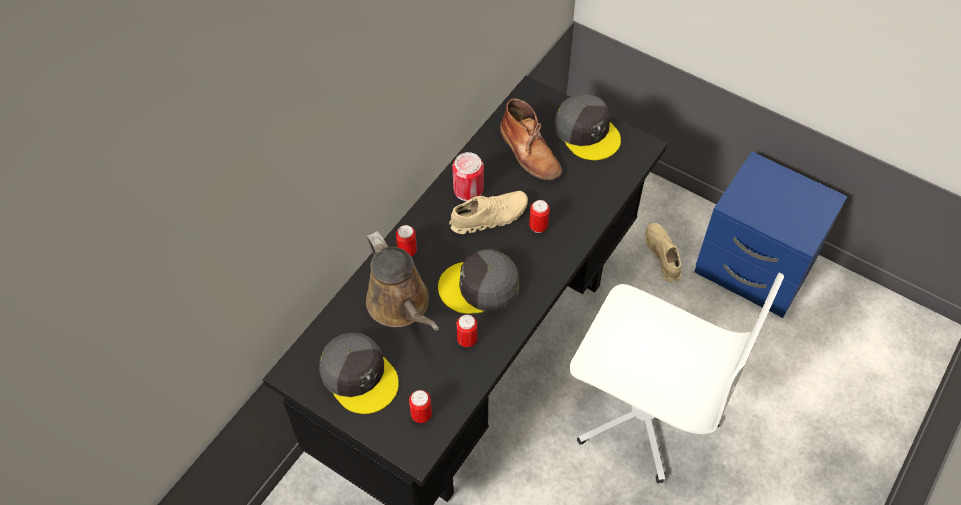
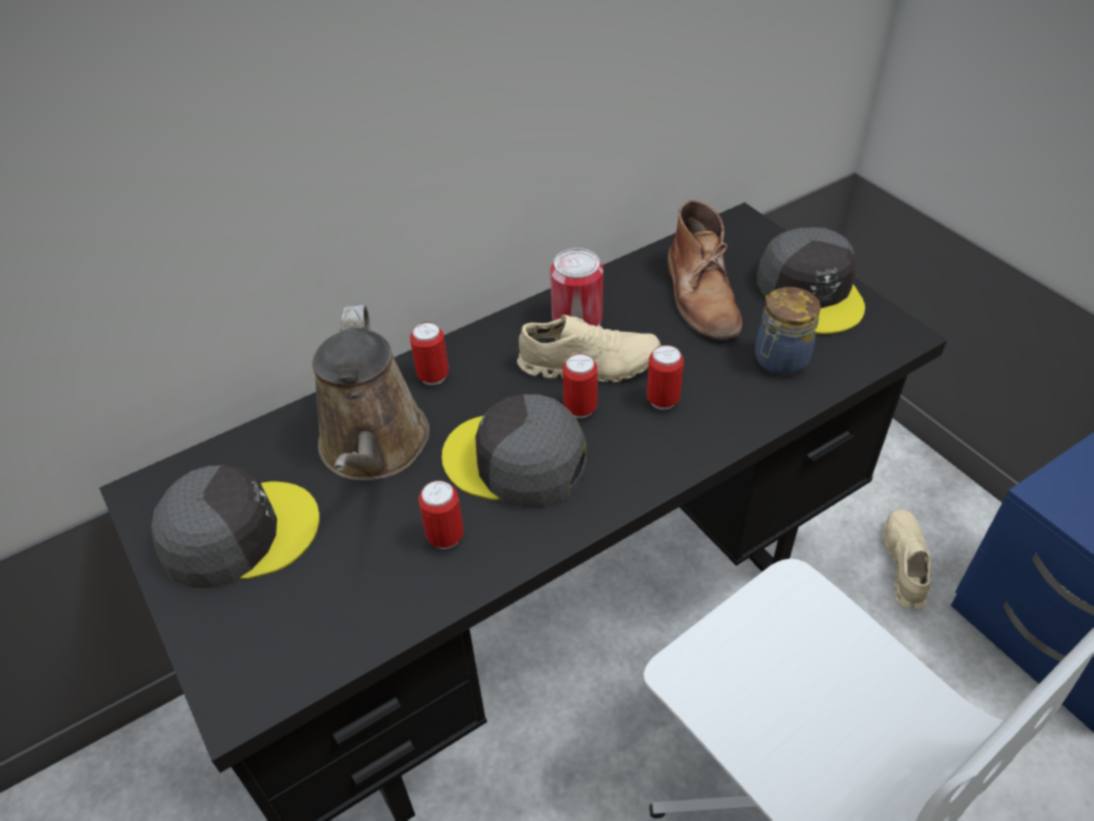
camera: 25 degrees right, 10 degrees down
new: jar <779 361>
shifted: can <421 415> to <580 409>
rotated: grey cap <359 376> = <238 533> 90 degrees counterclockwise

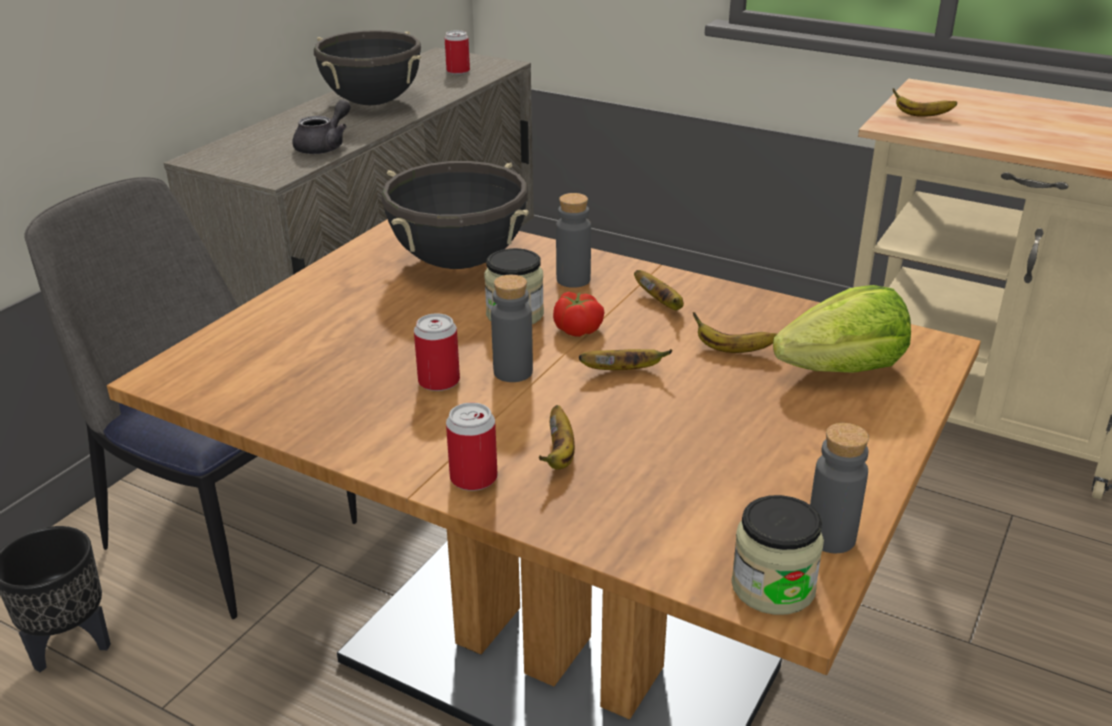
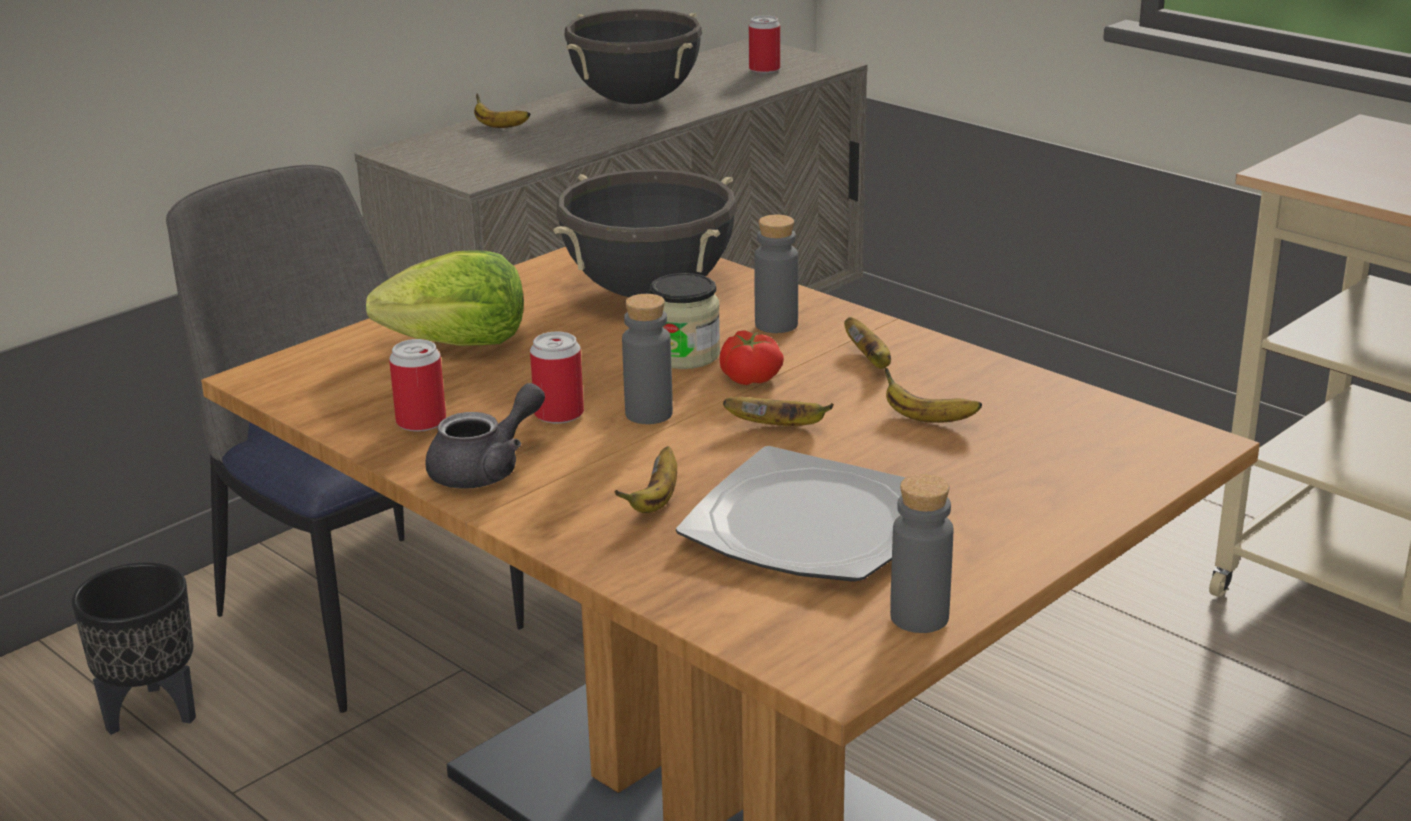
camera: 15 degrees right, 5 degrees down
gone: jar <773 587>
new: plate <807 525>
shifted: banana <921 115> to <499 126>; grey teapot <325 146> to <487 469>; lettuce <843 370> to <458 344>; can <473 478> to <421 422>

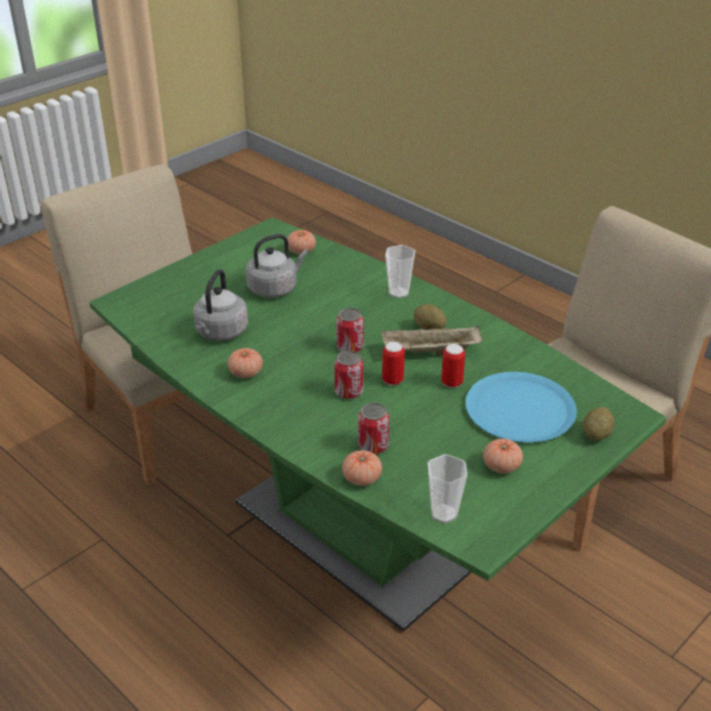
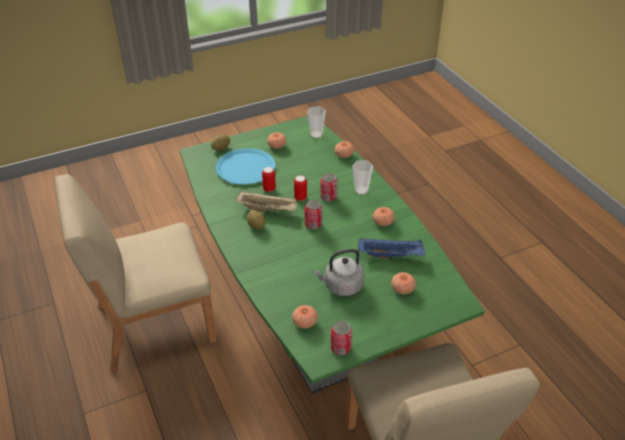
camera: 160 degrees left, 5 degrees up
new: tomato <402 289>
shifted: cup <399 293> to <361 190>; can <373 446> to <340 348>
swapped: grey kettle <220 333> to blue tray <391 255>

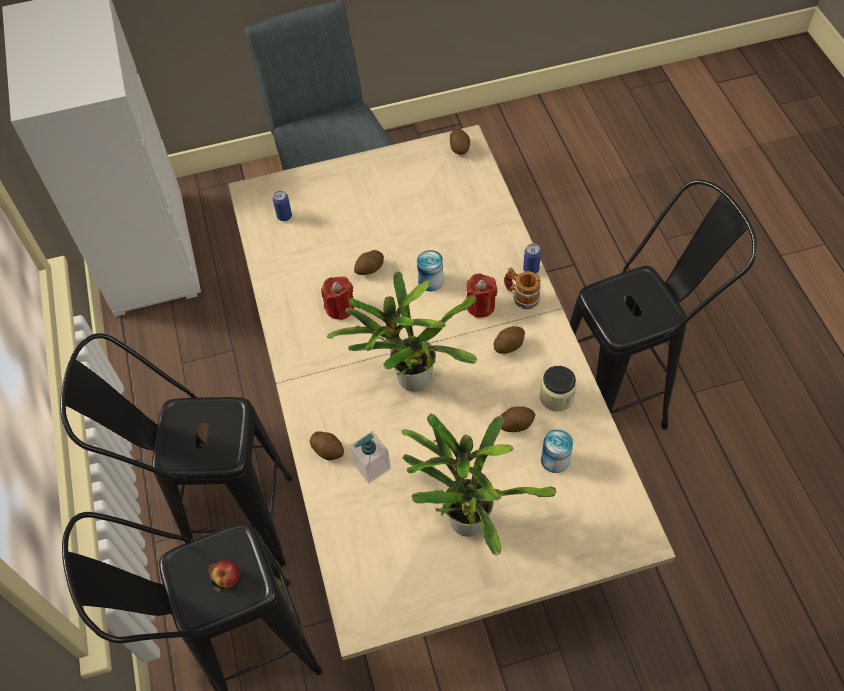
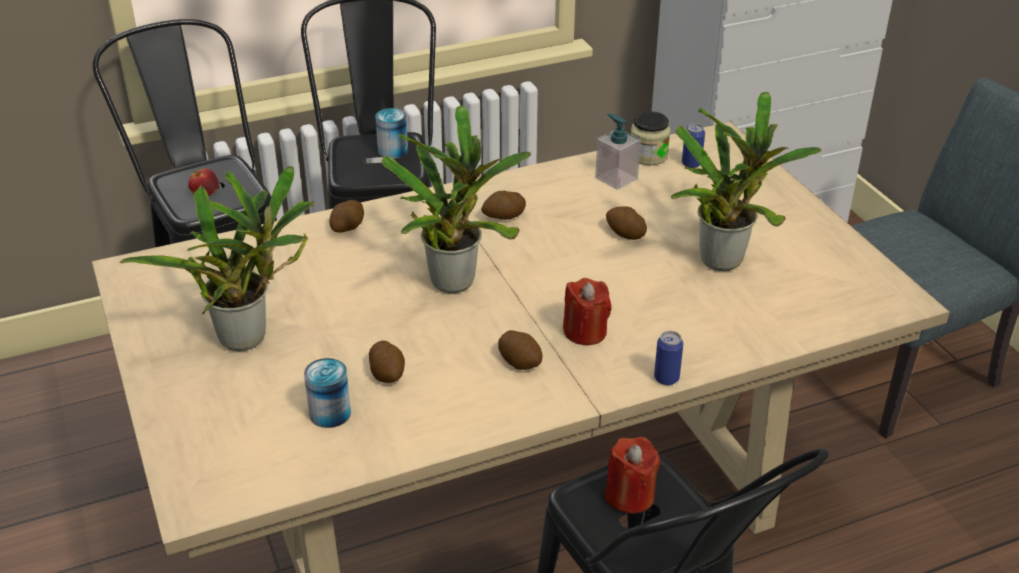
camera: 80 degrees right, 20 degrees down
gone: mug <521 296>
new: potted plant <725 258>
shifted: potato <460 148> to <503 217>; can <430 281> to <393 151>; red candle <340 308> to <630 496>; jar <556 397> to <648 156>; soap dispenser <371 466> to <616 178>

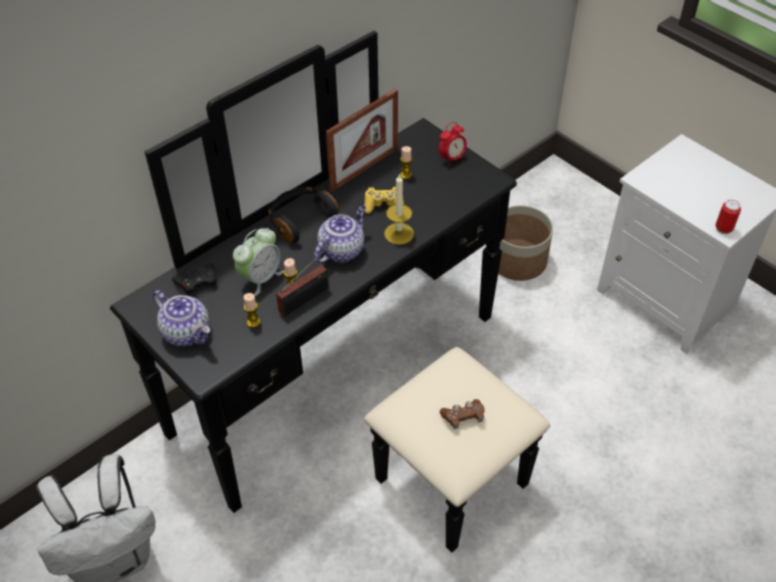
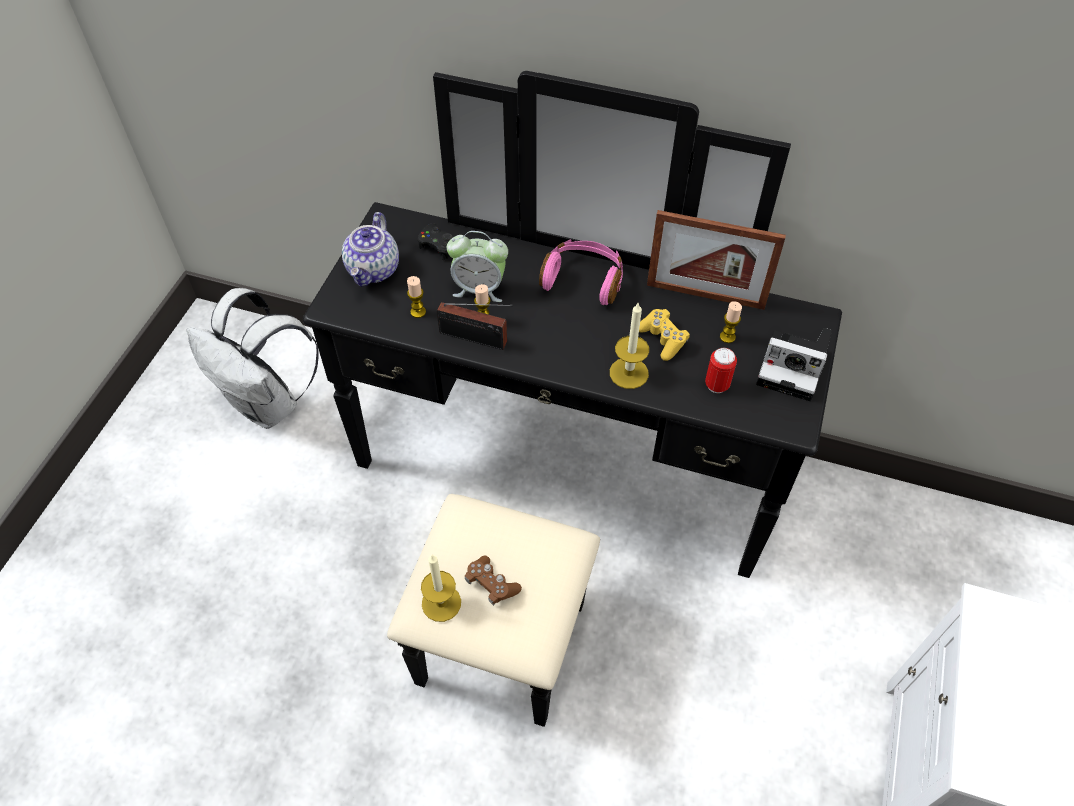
camera: 60 degrees right, 5 degrees up
gone: planter <518 260>; teapot <342 250>
new: candle <441 603>
shifted: can <723 229> to <717 385>
swapped: alarm clock <452 158> to photo camera <794 367>
repainted: black headphones <300 220> to pink headphones <583 280>

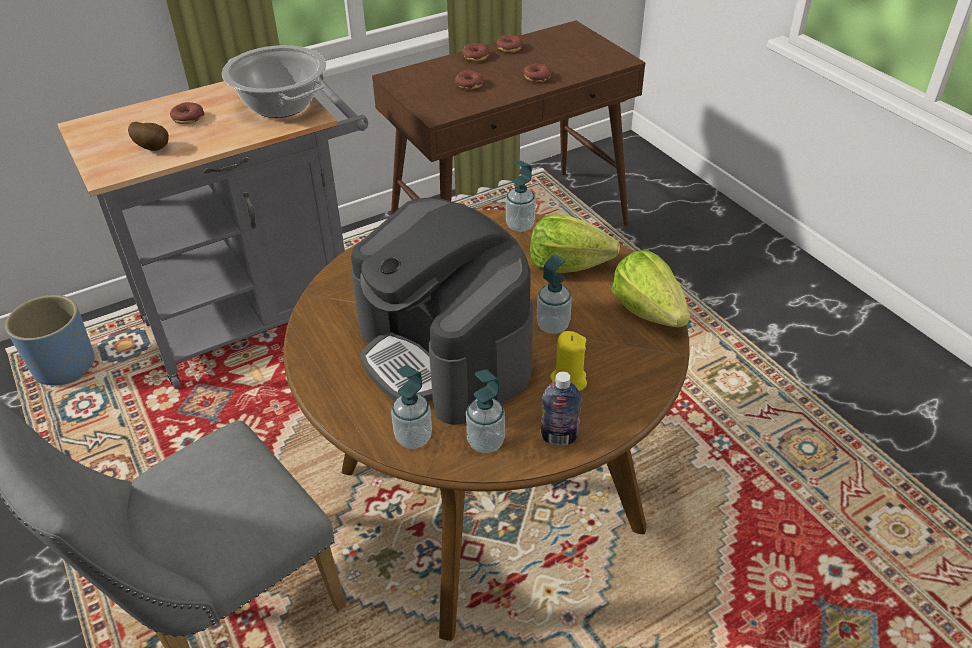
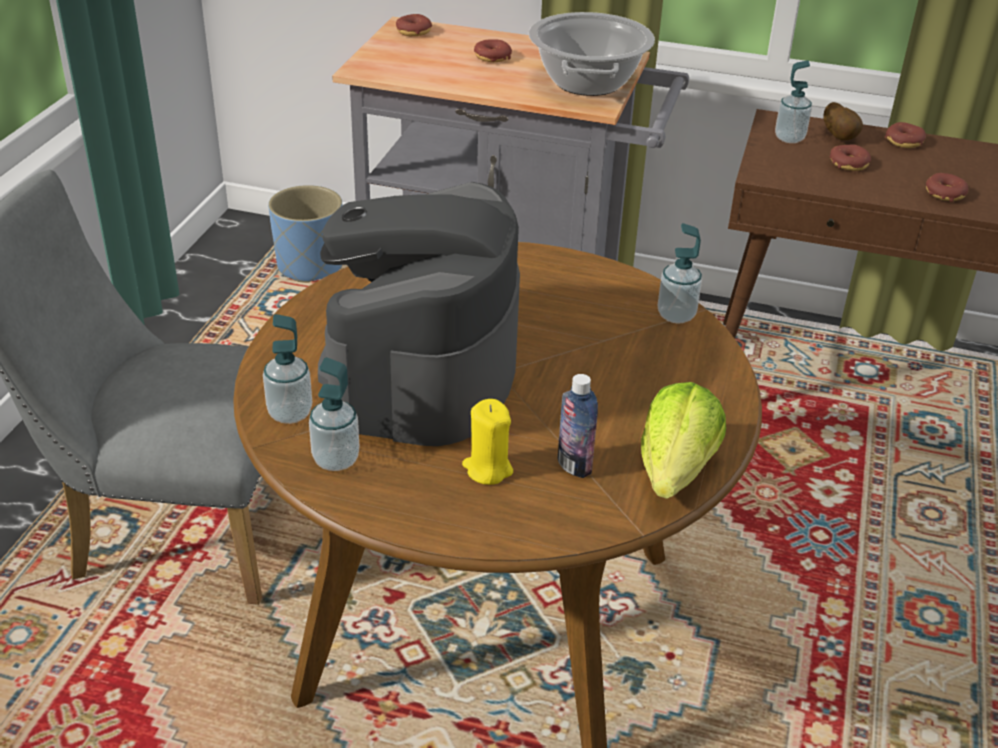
camera: 45 degrees right, 5 degrees down
gone: lettuce <567 265>
shifted: donut <509 48> to <414 31>; potato <154 148> to <840 137>; soap dispenser <553 325> to <789 138>; bottle <559 437> to <574 465>

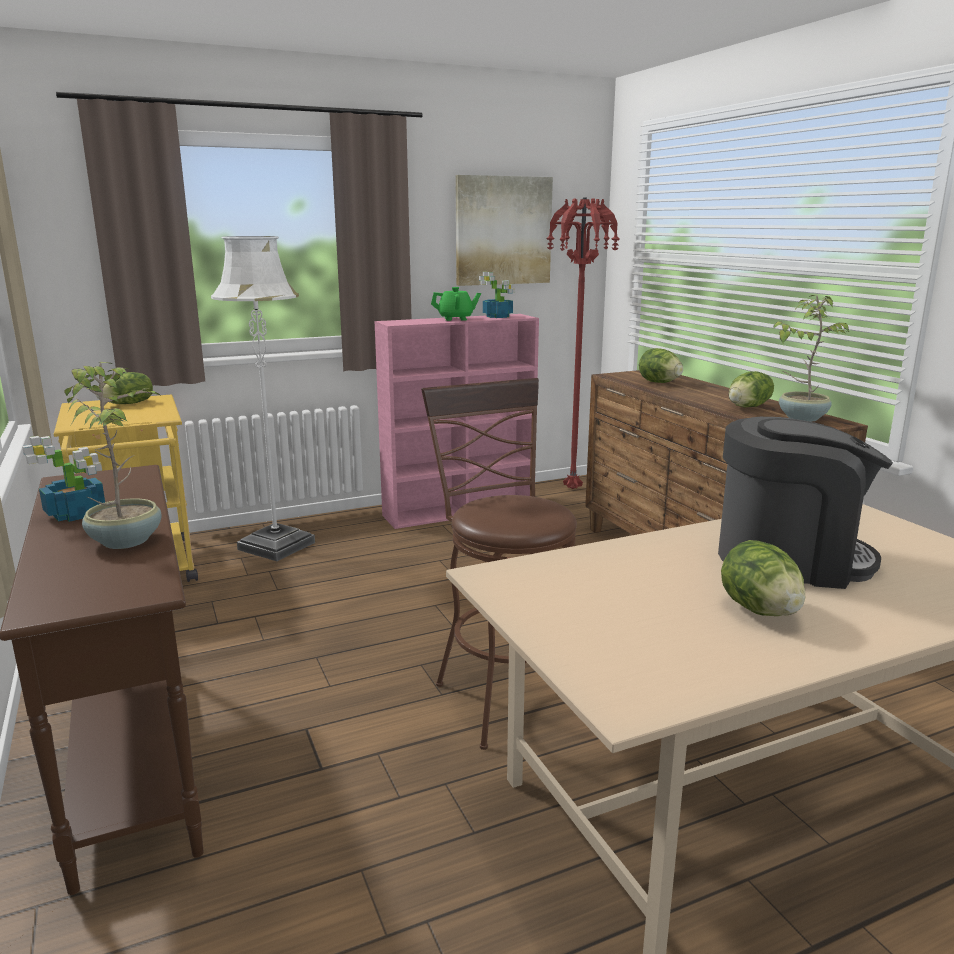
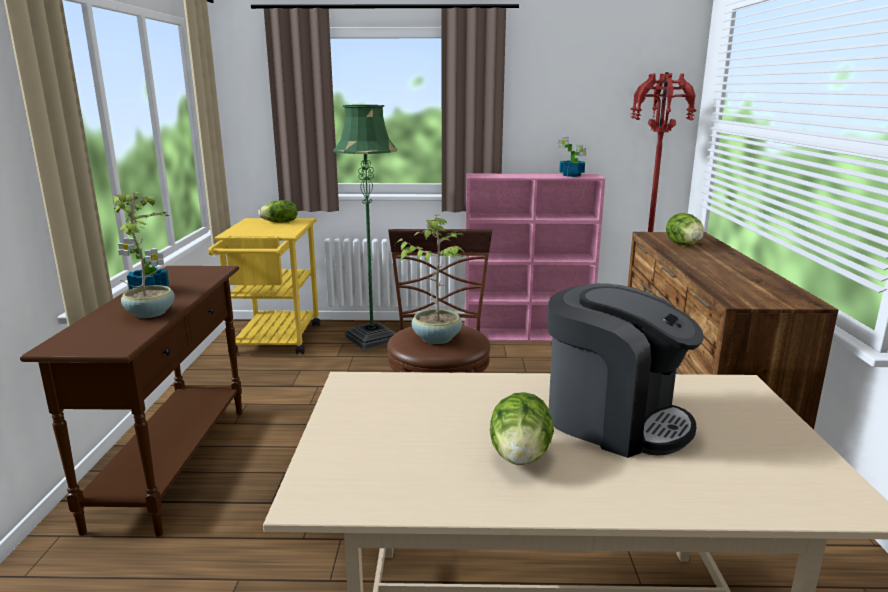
camera: 25 degrees right, 0 degrees up
gone: picture <503 231>; green teapot <456 319>; lettuce <748 407>
shifted: potted plant <801 418> to <436 338>
repainted: white floor lamp <277 546> to green floor lamp <372 339>

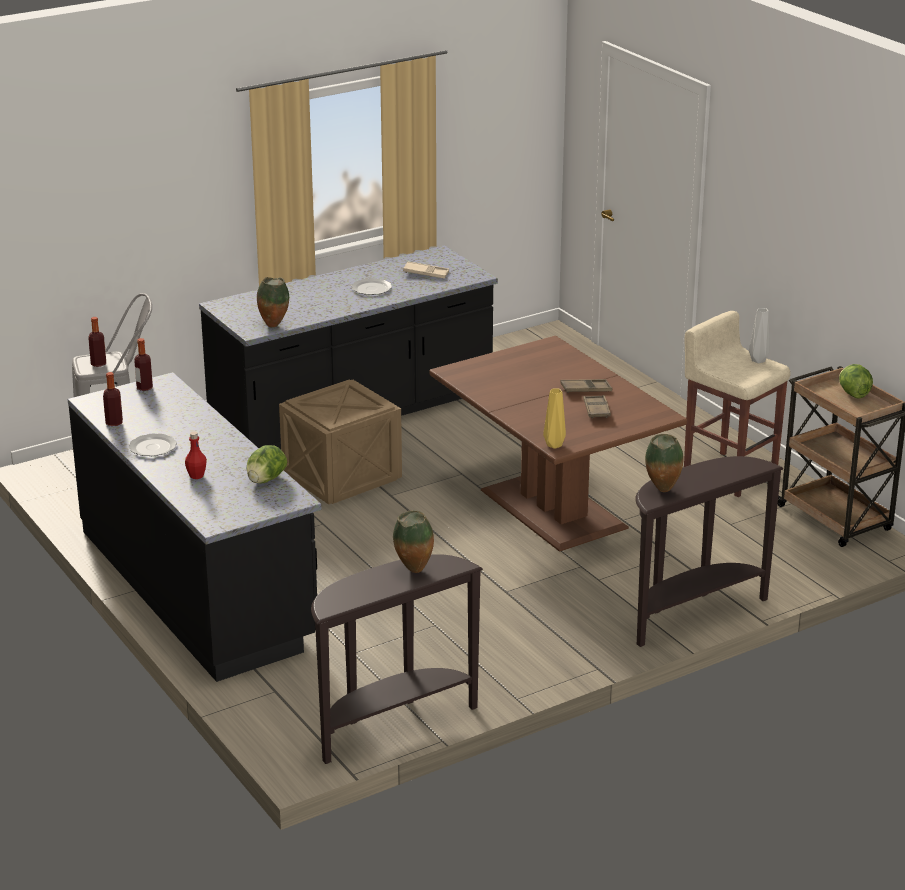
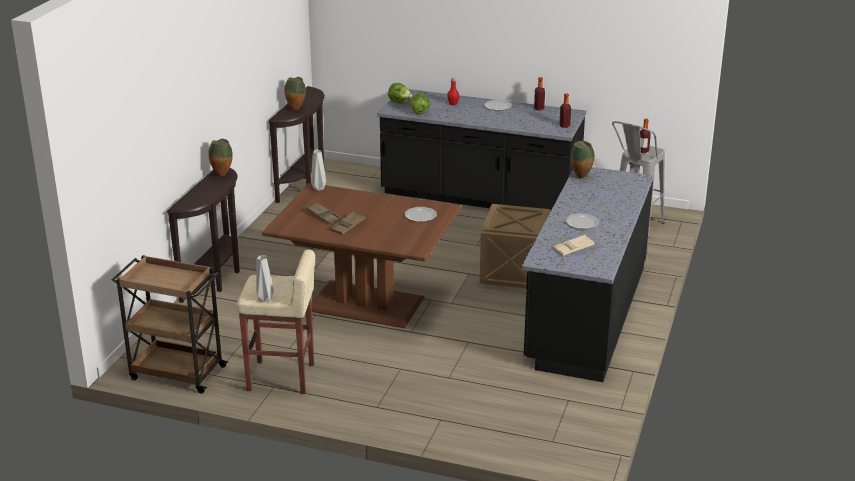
camera: 140 degrees right, 0 degrees up
new: plate <420 215>
shifted: lettuce <853 394> to <399 102>
repainted: yellow vase <553 445> to grey vase <319 188>

